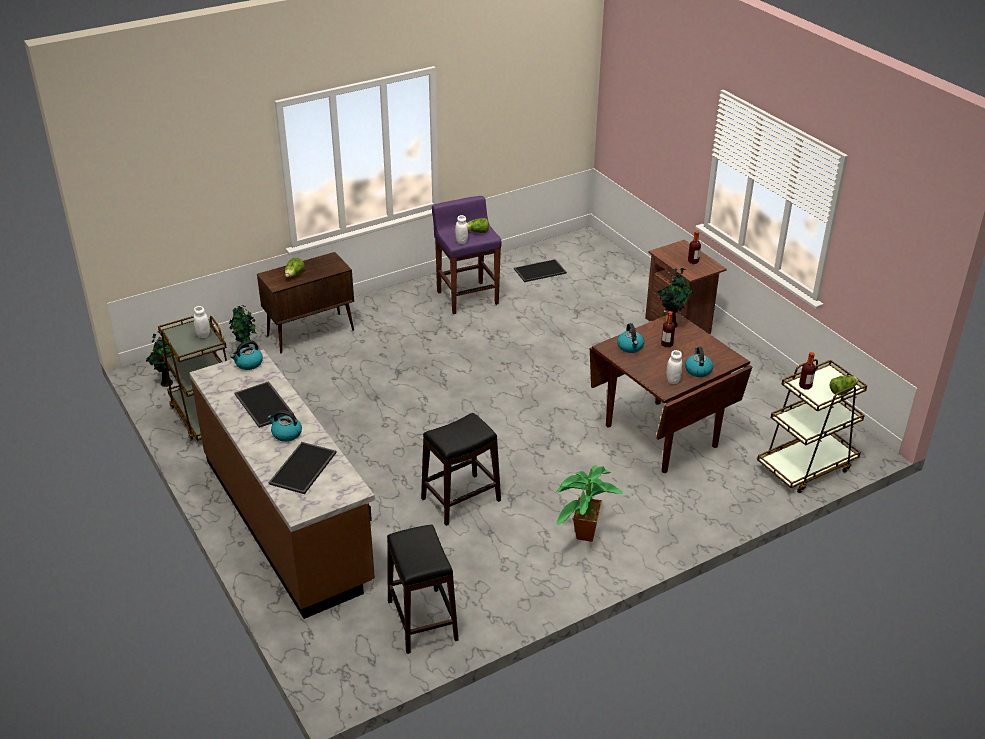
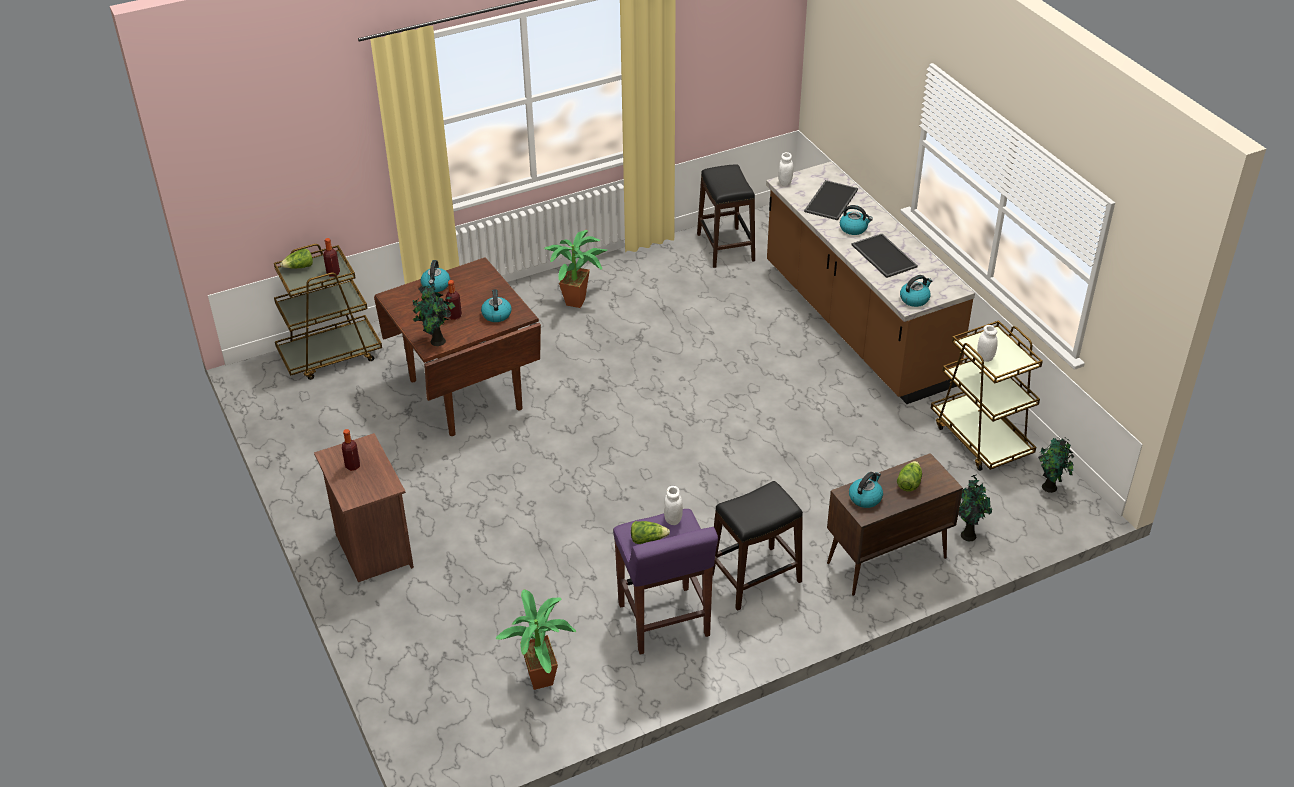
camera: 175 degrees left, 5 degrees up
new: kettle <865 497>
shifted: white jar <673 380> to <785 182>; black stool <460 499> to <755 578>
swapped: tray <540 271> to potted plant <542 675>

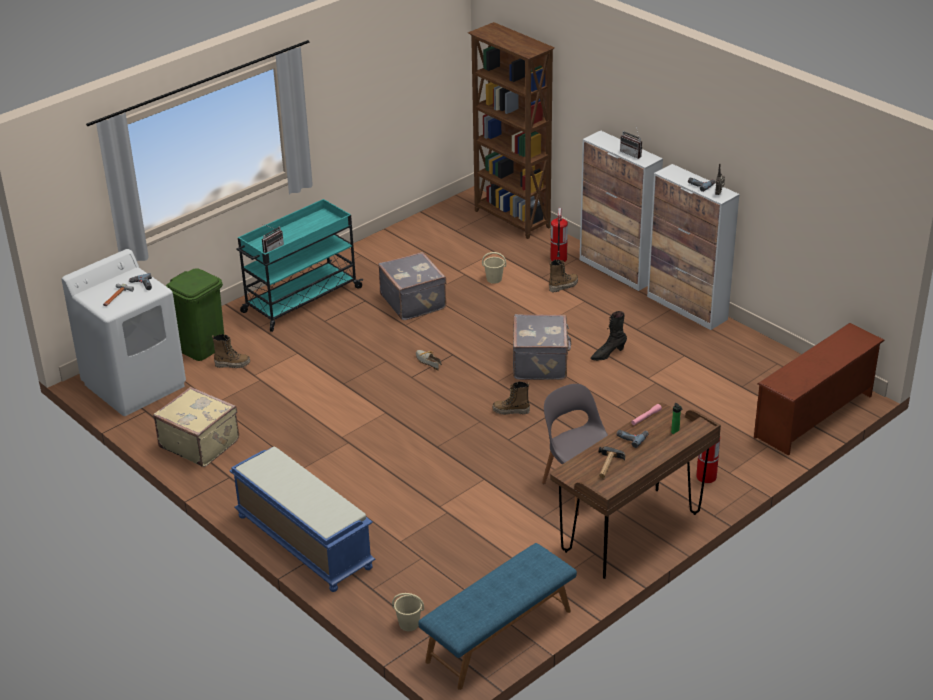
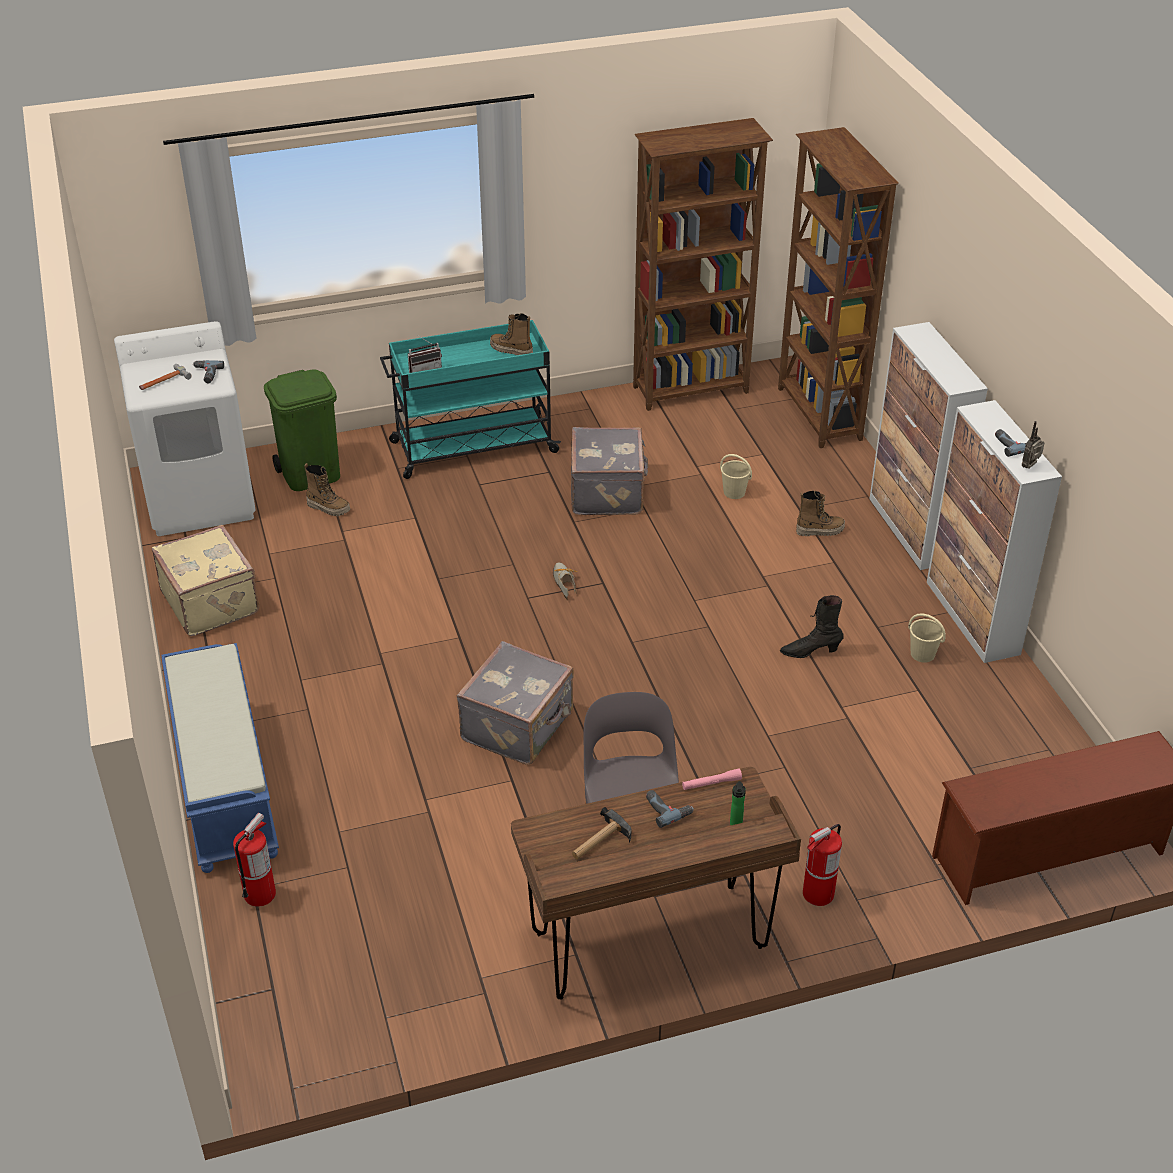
camera: 25 degrees right, 5 degrees up
gone: radio <632 153>; blue bench <499 636>
new: brown bookcase <692 390>
shifted: fire extinguisher <558 259> to <260 894>; grey suitcase <541 363> to <519 726>; boot <511 411> to <511 351>; beige bucket <408 624> to <922 654>

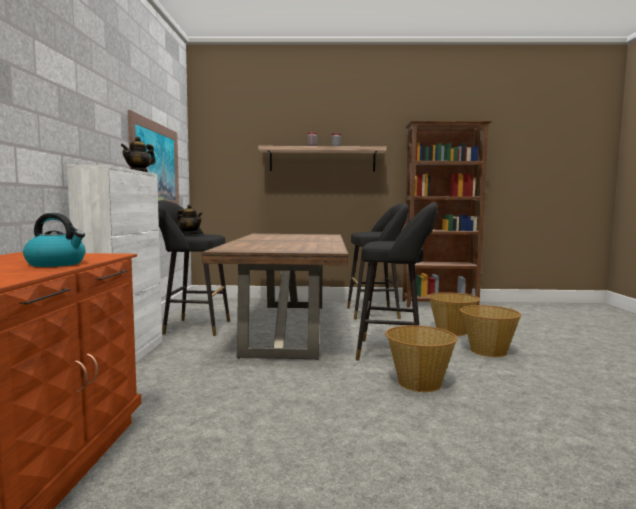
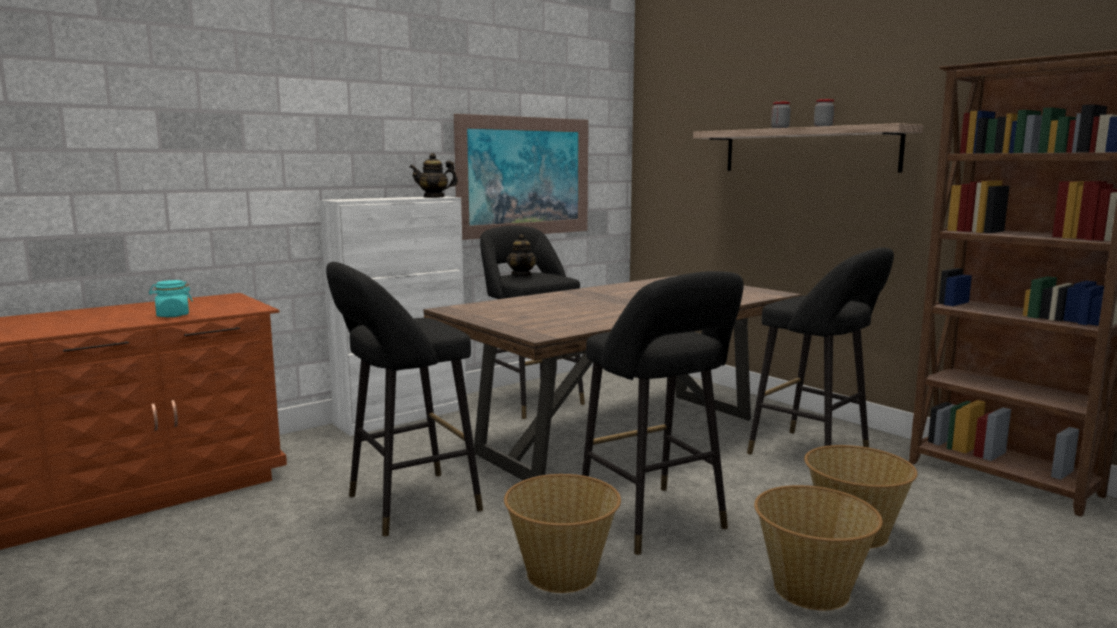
camera: 50 degrees right, 5 degrees up
new: black stool <406 505>
swapped: kettle <57 264> to turquoise jar <172 315>

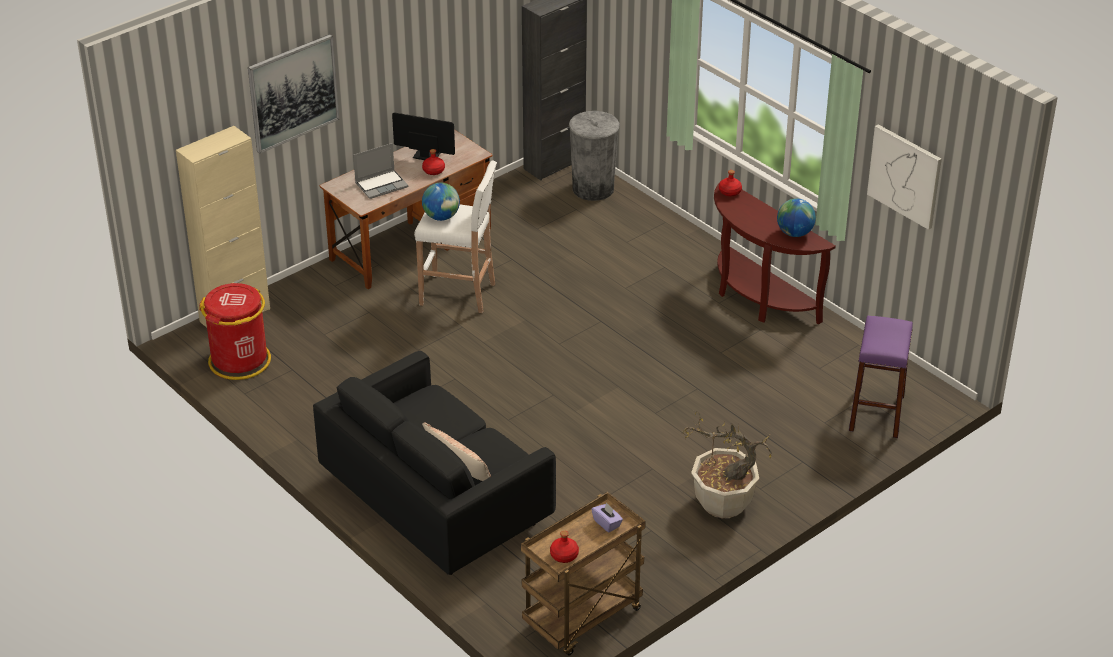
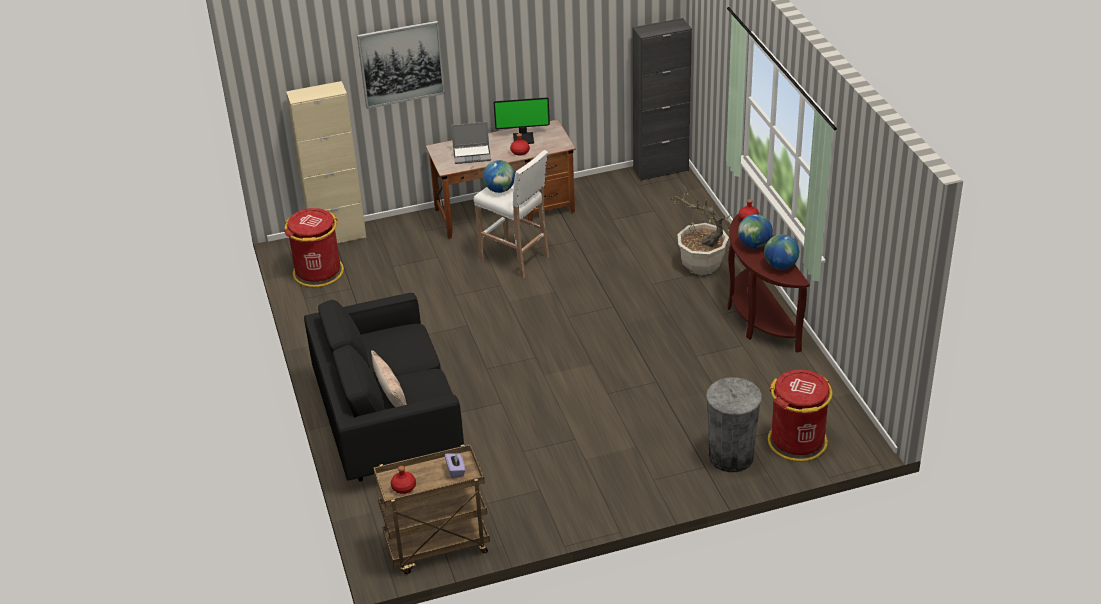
camera: 25 degrees right, 0 degrees up
gone: picture <905 176>
new: globe <754 245>
shifted: grey trash can <593 189> to <731 456>; potted plant <722 504> to <701 265>
swapped: purple stool <876 413> to red trash can <797 441>
rotated: monitor <426 155> = <523 138> 135 degrees clockwise

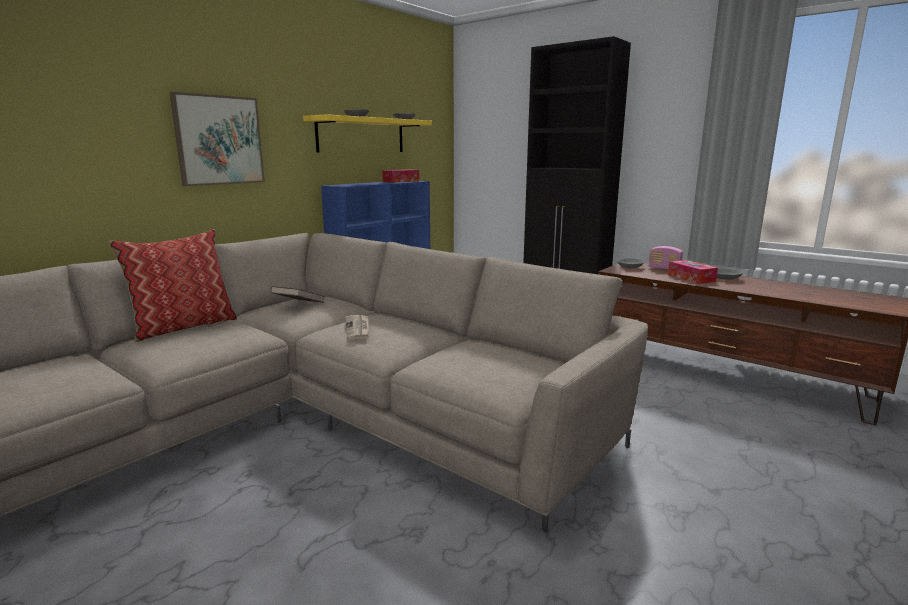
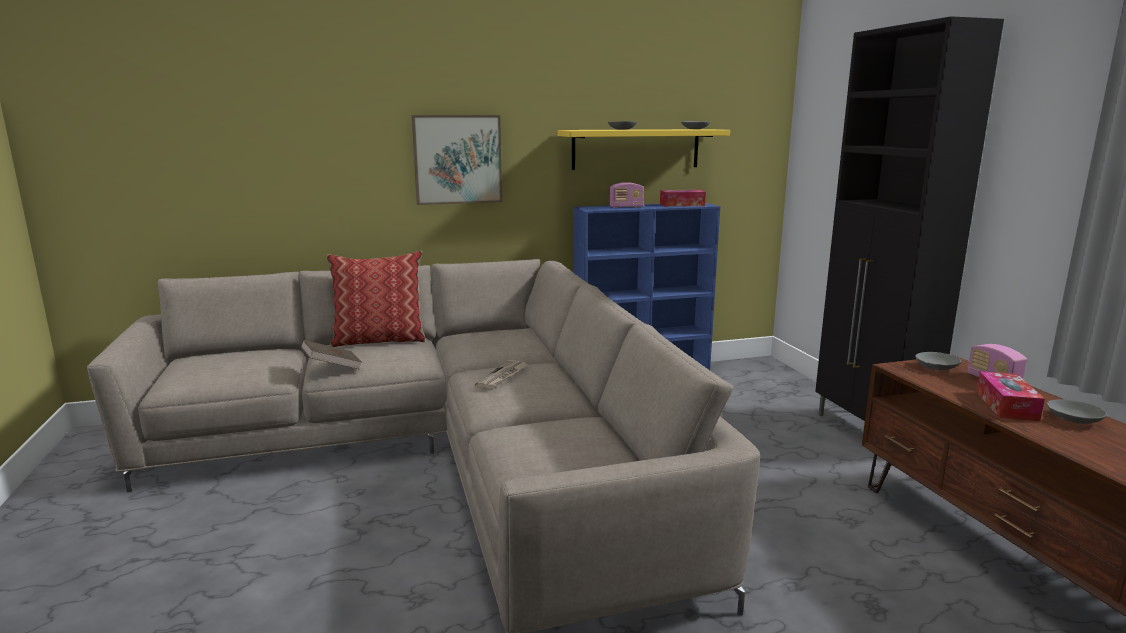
camera: 35 degrees right, 0 degrees up
new: radio <626 207>
shifted: brown book <299 306> to <332 367>

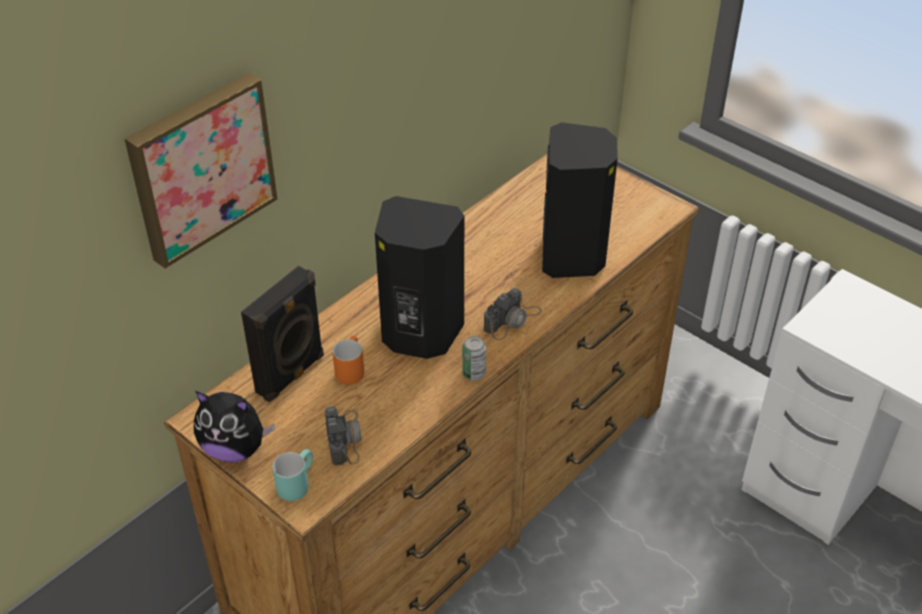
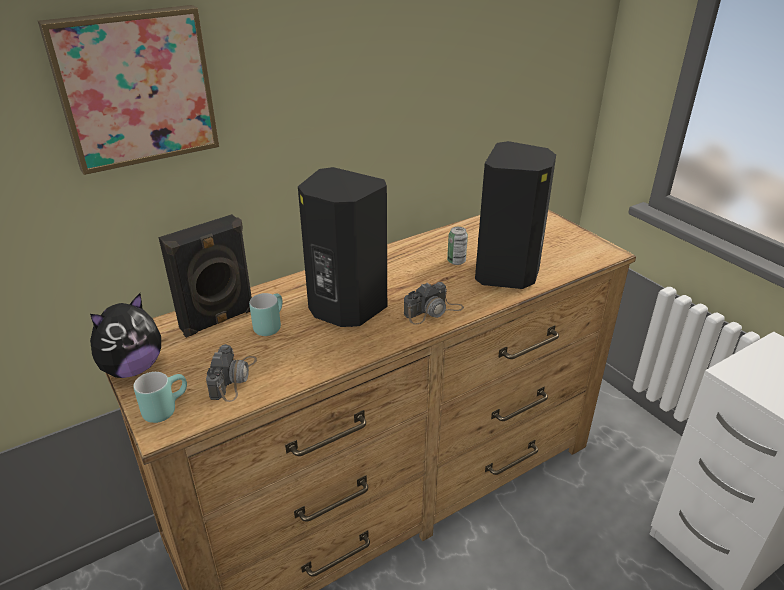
camera: 15 degrees right, 10 degrees down
shifted: can <473 373> to <456 261>
repainted: orange mug <349 370> to turquoise mug <269 325>
rotated: plush toy <235 449> = <132 368> 75 degrees counterclockwise

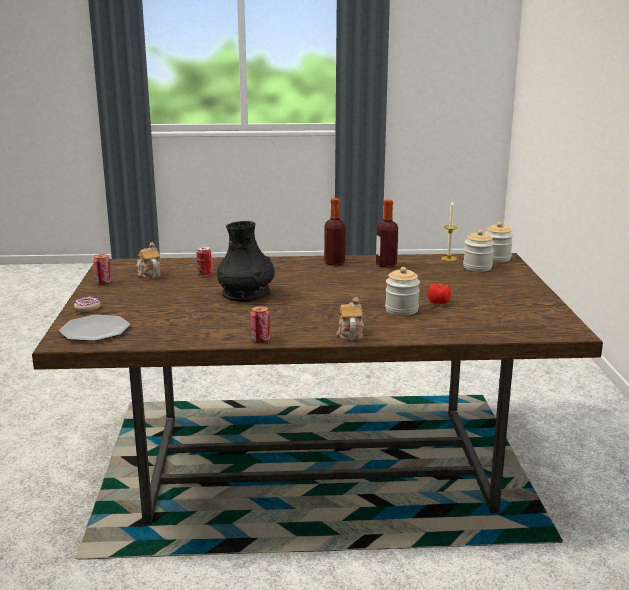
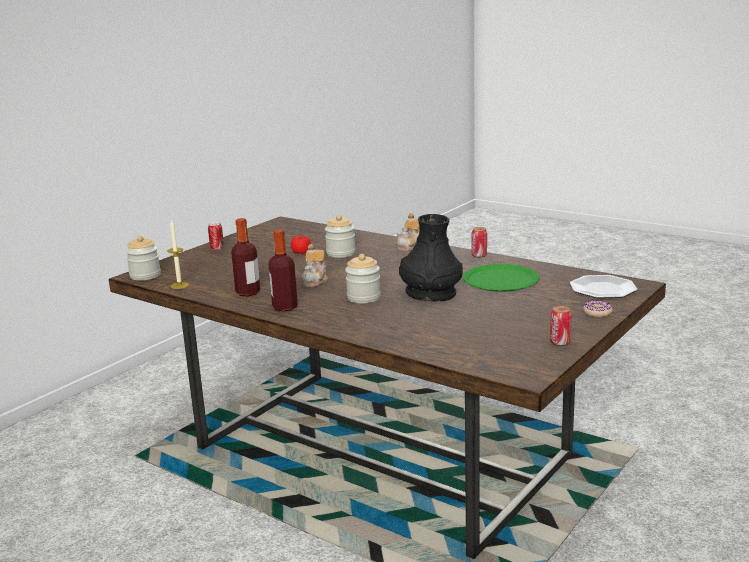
camera: 140 degrees left, 0 degrees up
new: green plate <500 280>
shifted: jar <477 267> to <363 298>; teapot <148 274> to <315 281>; can <204 274> to <217 248>

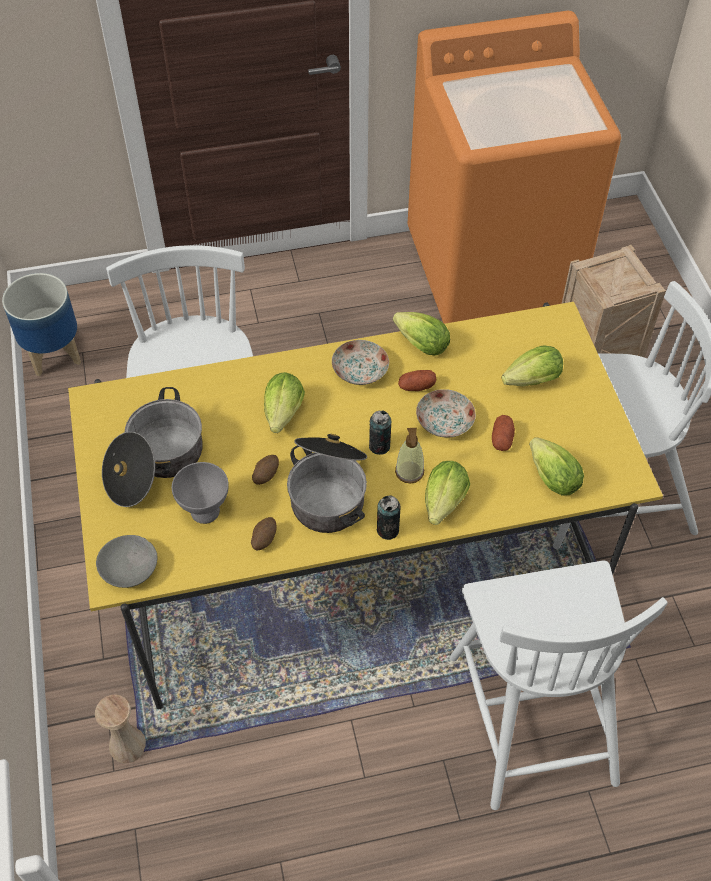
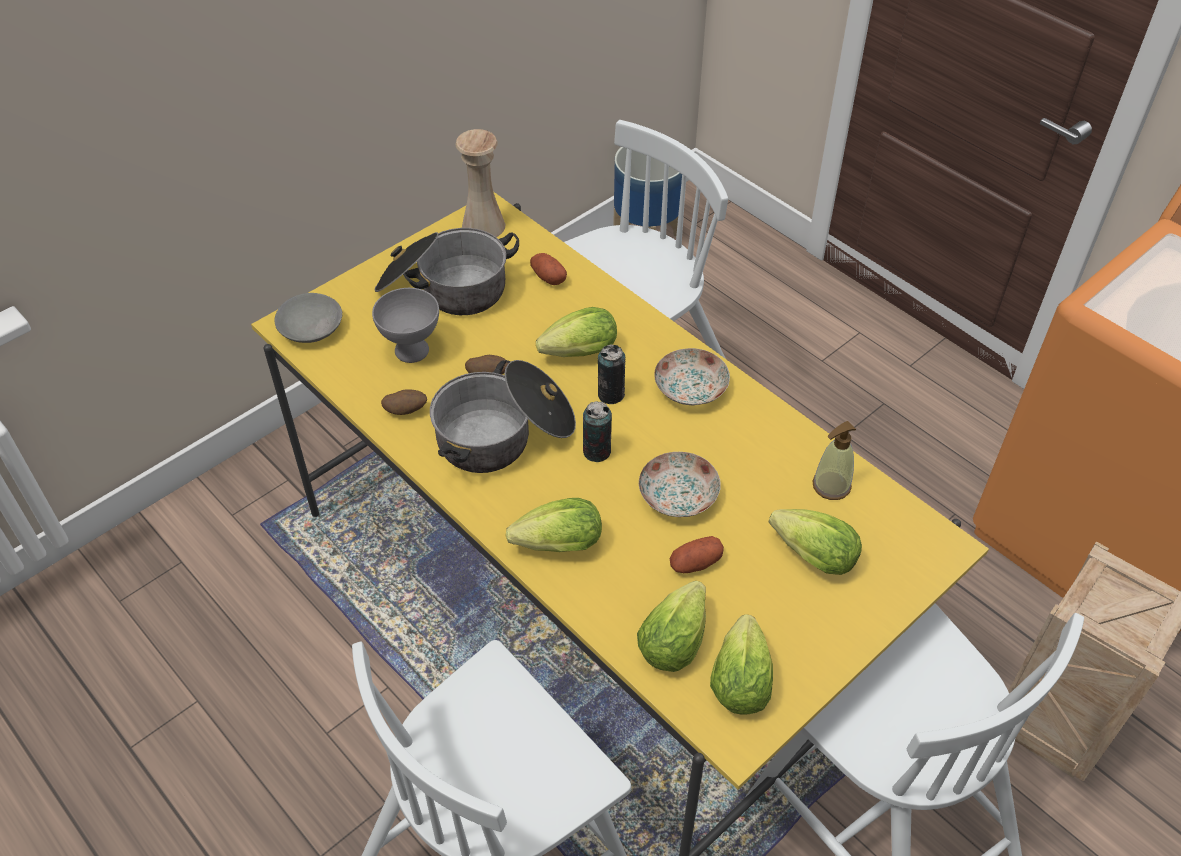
camera: 60 degrees right, 5 degrees down
shifted: lettuce <418 343> to <740 677>; potato <416 386> to <548 277>; soap dispenser <409 472> to <831 486>; can <387 530> to <611 394>; beige vase <127 745> to <483 226>

